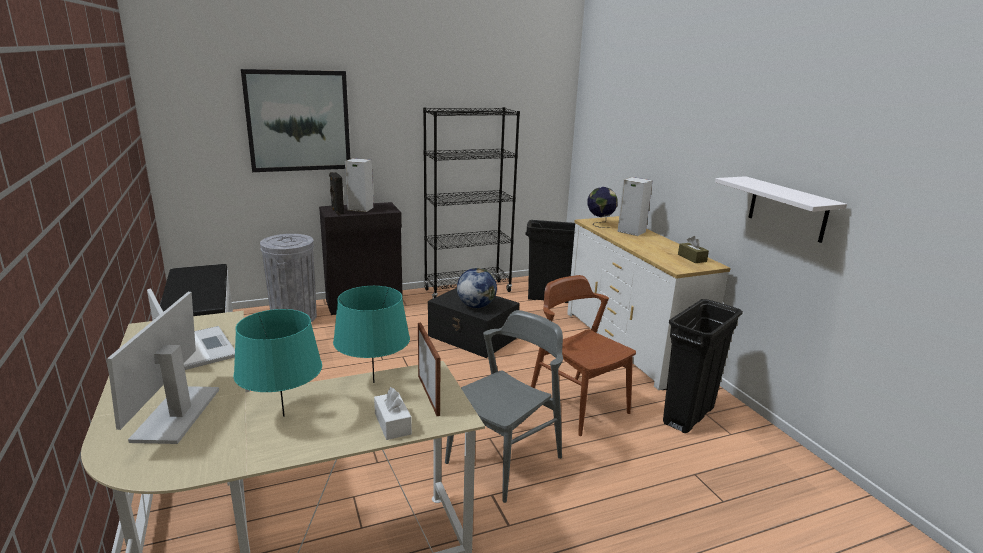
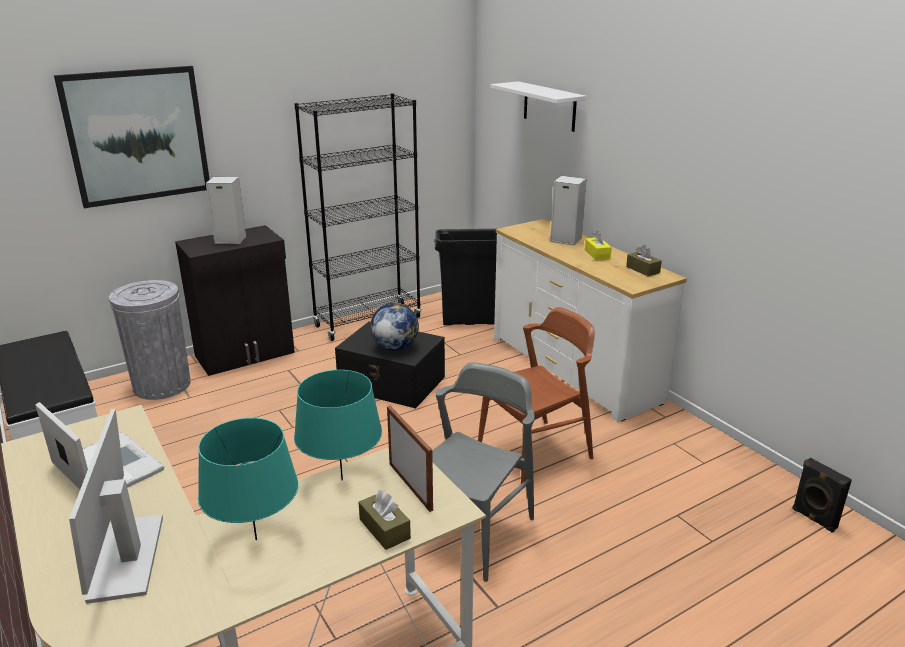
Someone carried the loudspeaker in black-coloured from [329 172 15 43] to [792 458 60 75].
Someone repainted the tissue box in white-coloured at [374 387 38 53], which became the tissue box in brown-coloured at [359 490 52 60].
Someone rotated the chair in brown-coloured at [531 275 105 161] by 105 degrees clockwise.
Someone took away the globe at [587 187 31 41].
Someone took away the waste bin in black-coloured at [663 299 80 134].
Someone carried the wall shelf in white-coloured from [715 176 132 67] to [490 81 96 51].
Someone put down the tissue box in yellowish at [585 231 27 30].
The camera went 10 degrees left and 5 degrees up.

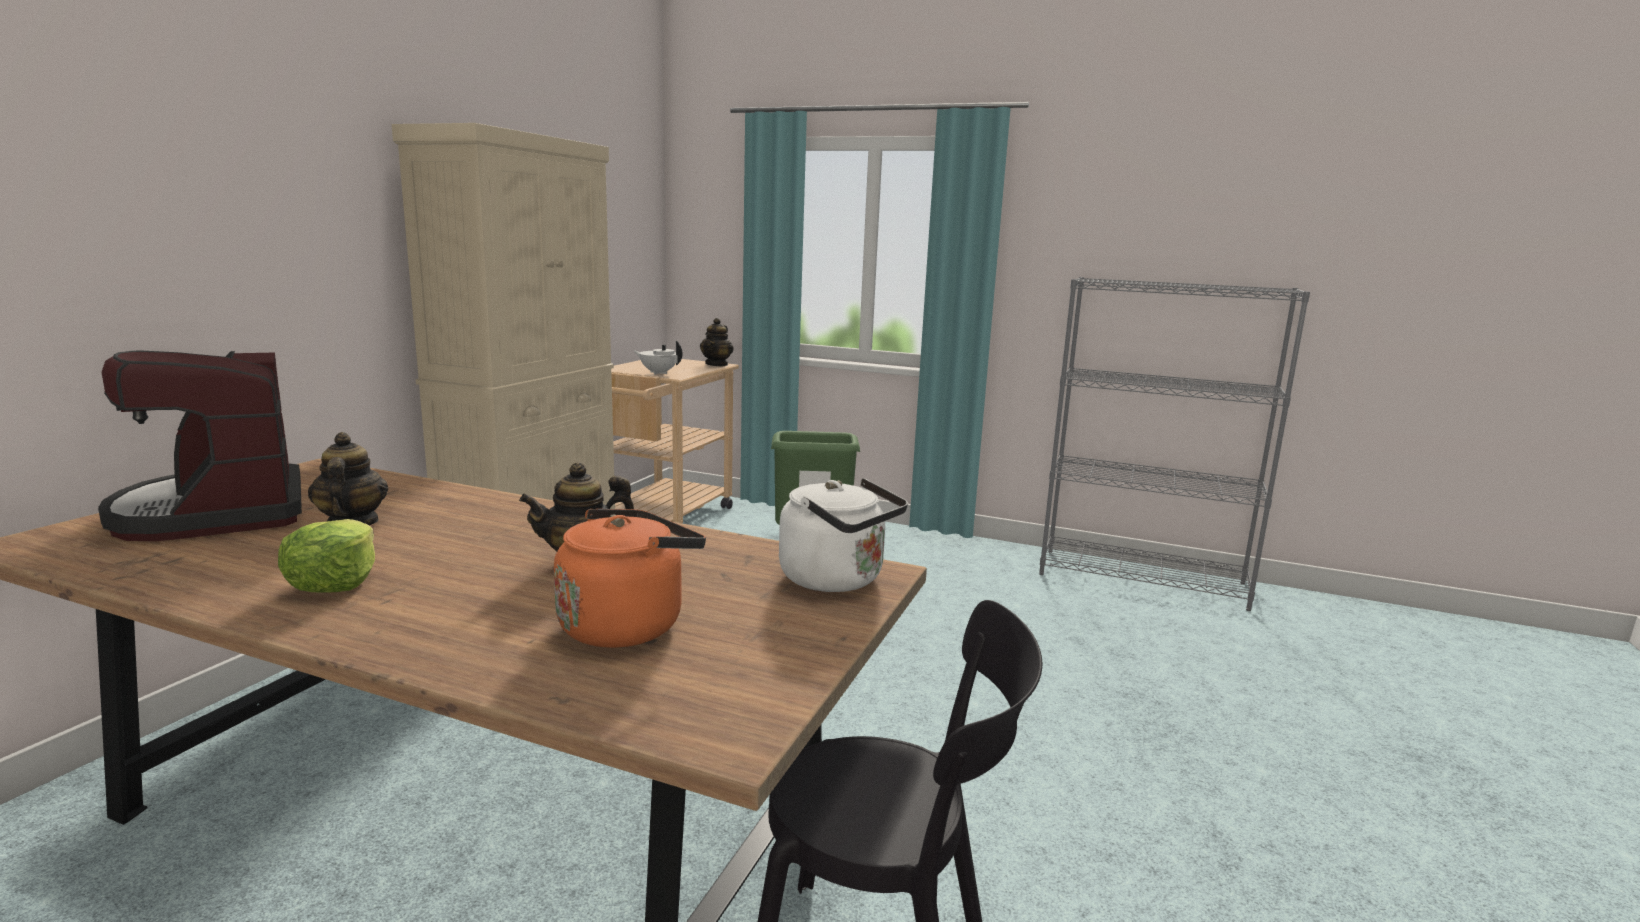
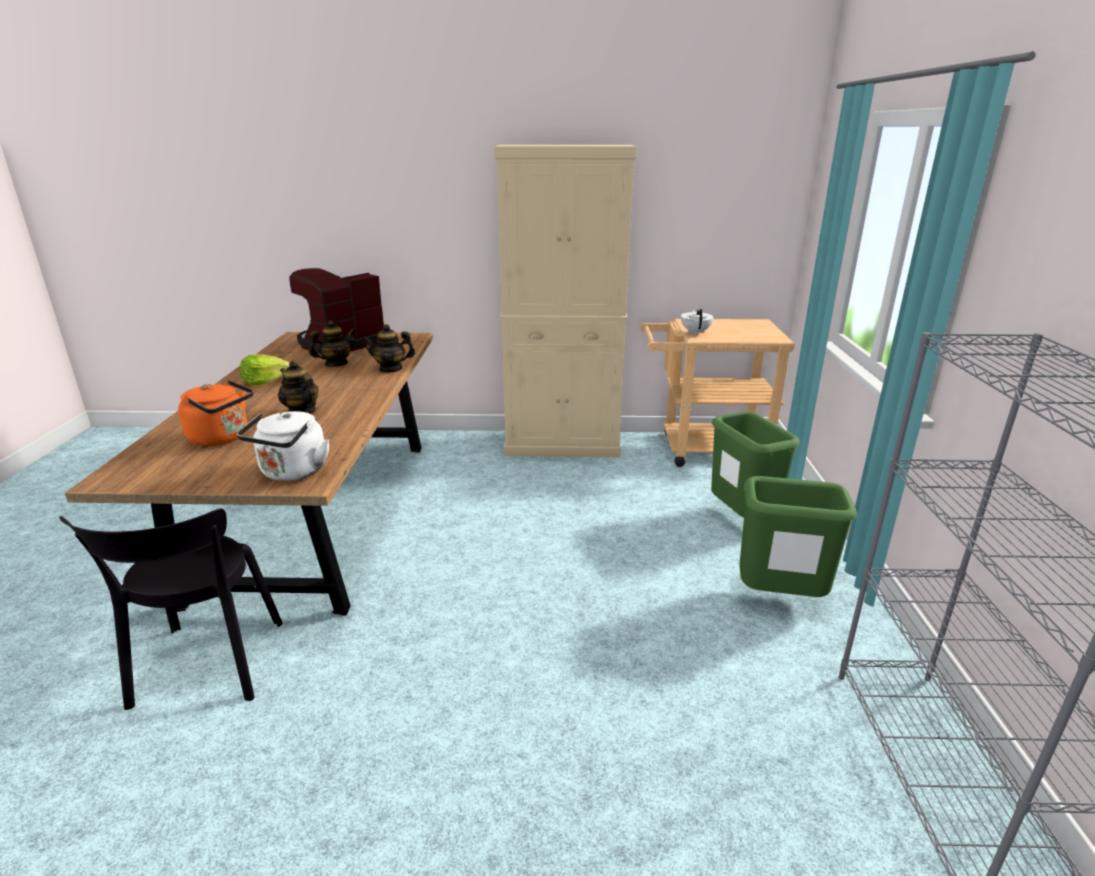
Someone carried the pot for tea from [700 318 34 48] to [363 324 52 49].
Someone put down the waste bin in greenish at [739 476 118 121].
The camera went 70 degrees right and 10 degrees up.

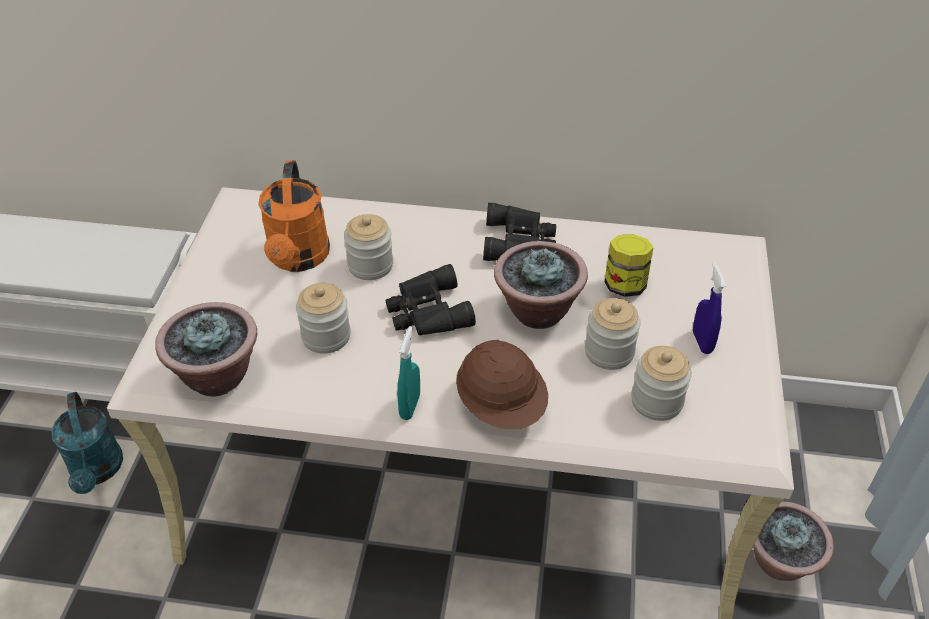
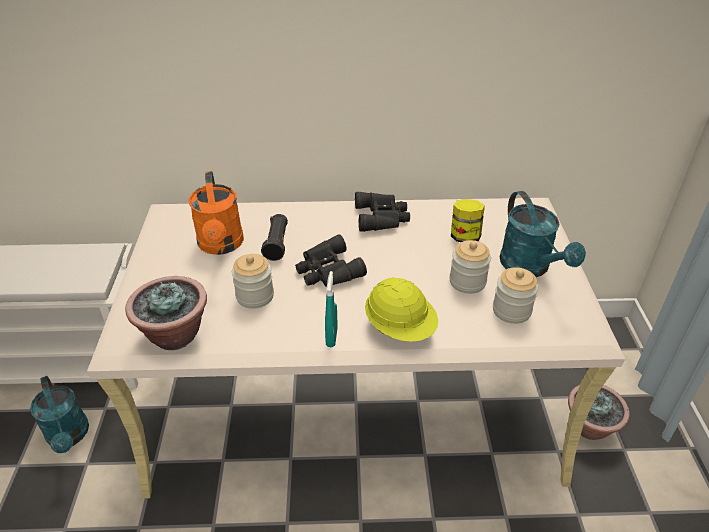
Someone swapped the storage jar at [344 214 49 66] for the torch in black-coloured at [261 214 27 47].
Someone repainted the safety helmet in brown-coloured at [456 340 92 89], which became the safety helmet in yellowish at [365 277 73 65].
Someone took away the plant in a pot at [494 241 94 88].
Someone swapped the sprayer in bluish at [693 263 33 91] for the watering can in turquoise at [500 191 86 86].
The camera went 10 degrees left and 5 degrees down.

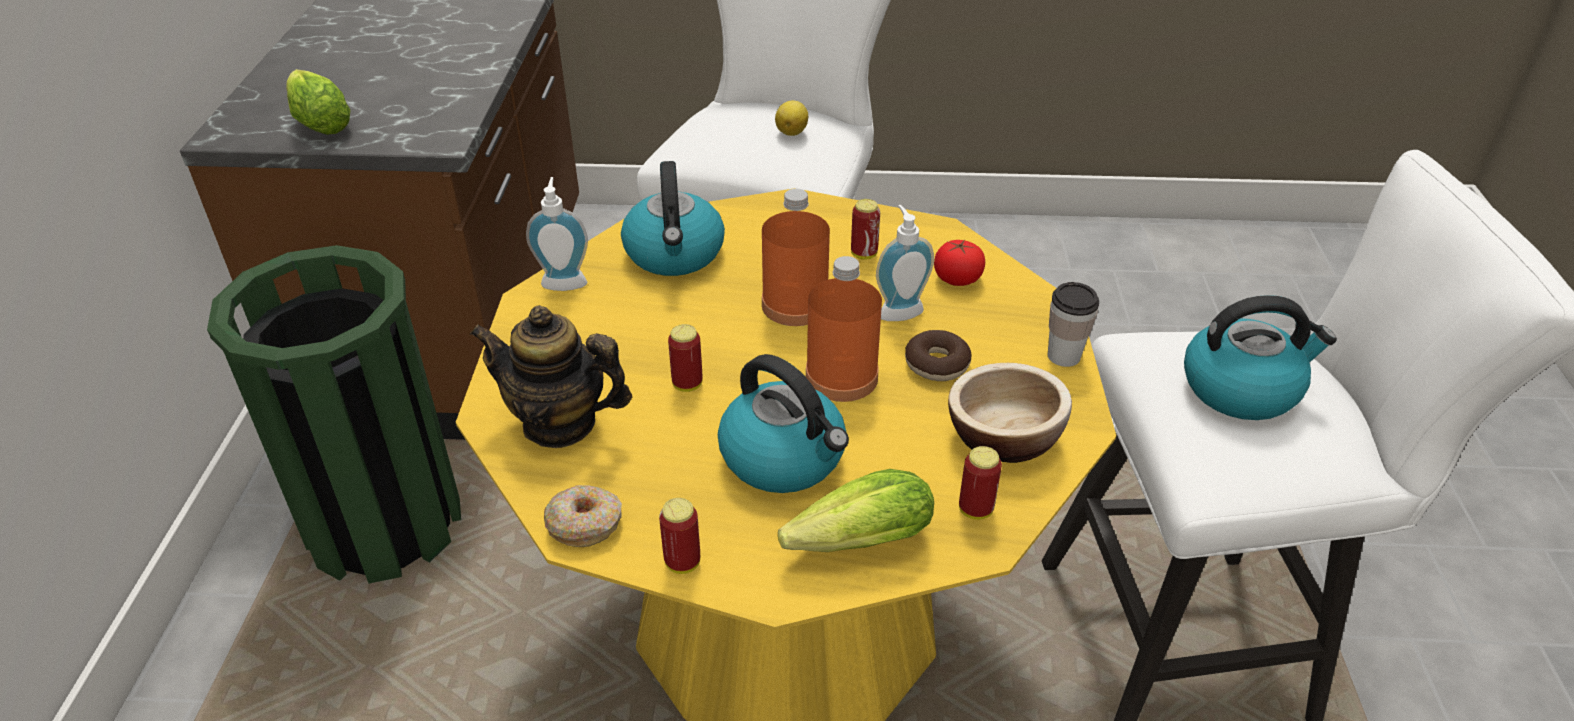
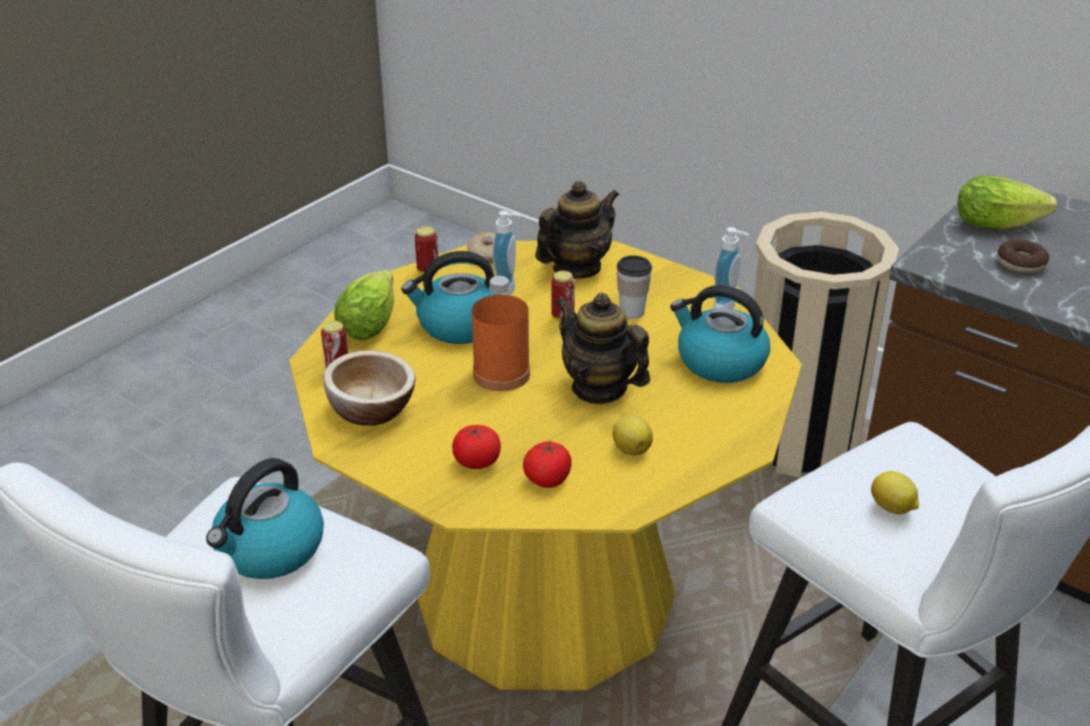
Someone repainted the waste bin in greenish at [207 245 254 339], which became the waste bin in sand-coloured at [754 212 145 266].
Someone swapped the bottle in orangey at [762 189 68 137] for the pot for tea at [555 293 95 111].
Someone swapped the can at [851 199 29 60] for the citrus fruit at [613 415 40 41].
Someone carried the soap dispenser from [876 205 58 116] to [493 211 29 84].
Someone carried the doughnut from [905 330 67 51] to [997 239 52 34].
Someone carried the cup from [1048 282 51 85] to [617 255 35 64].
Someone put down the fresh tomato at [452 424 49 45].
The camera went 125 degrees right and 5 degrees down.

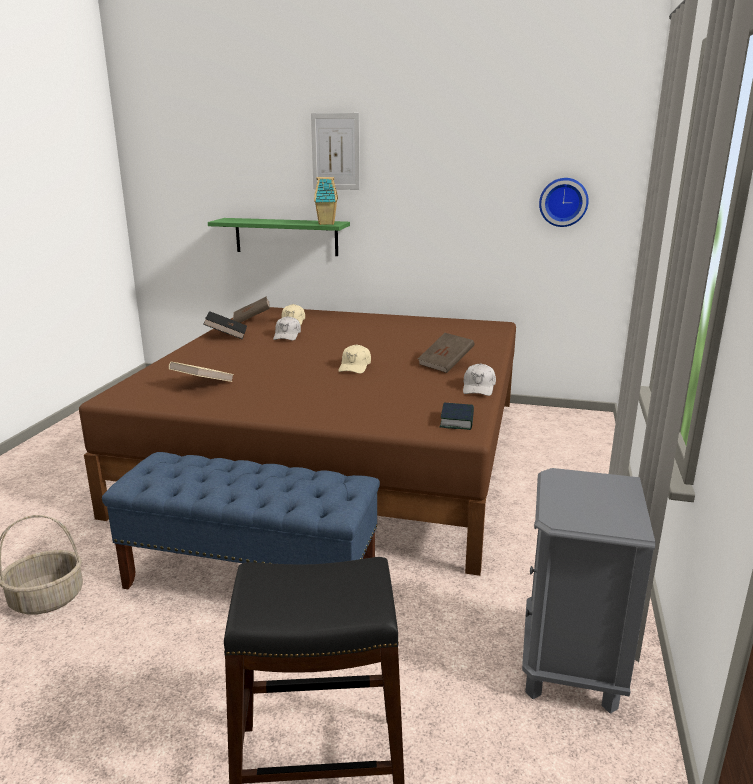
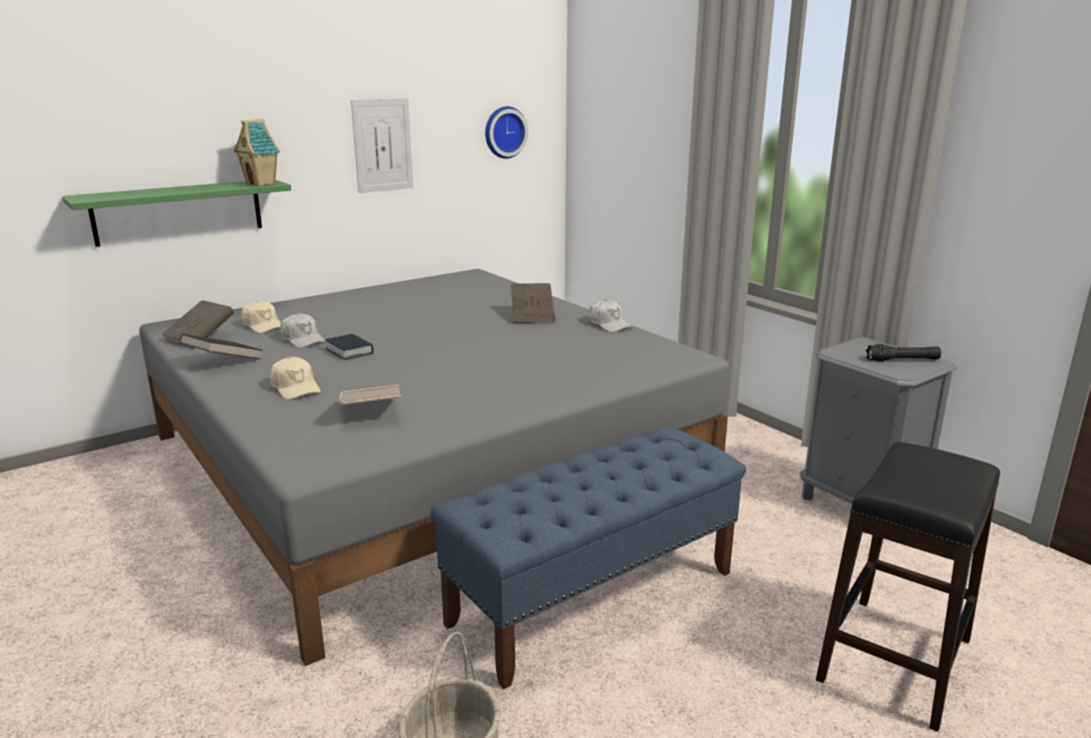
Someone repainted the sleeping bed in brown-coloured at [79 307 437 269], which became the sleeping bed in grey at [139 269 590 397].
Someone carried the wall picture from [311 113 49 77] to [351 98 62 95].
Someone carried the baseball cap in sand-coloured from [338 344 33 30] to [270 357 51 43].
Someone carried the volume from [440 403 34 27] to [325 334 48 26].
Someone put down the torch in black-coloured at [866 344 75 18].
The camera went 50 degrees left and 0 degrees up.

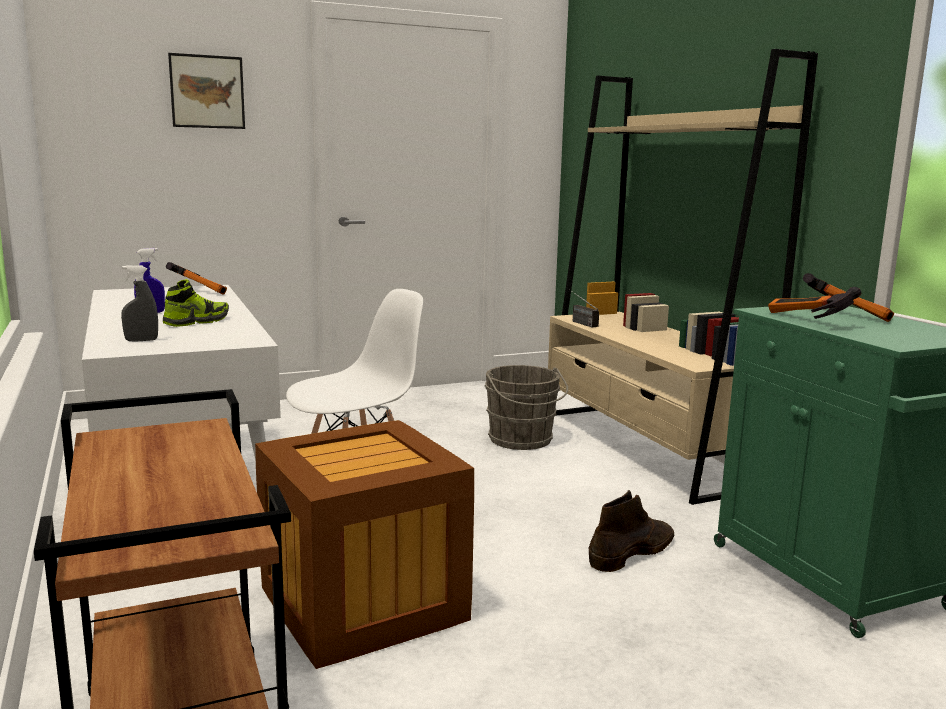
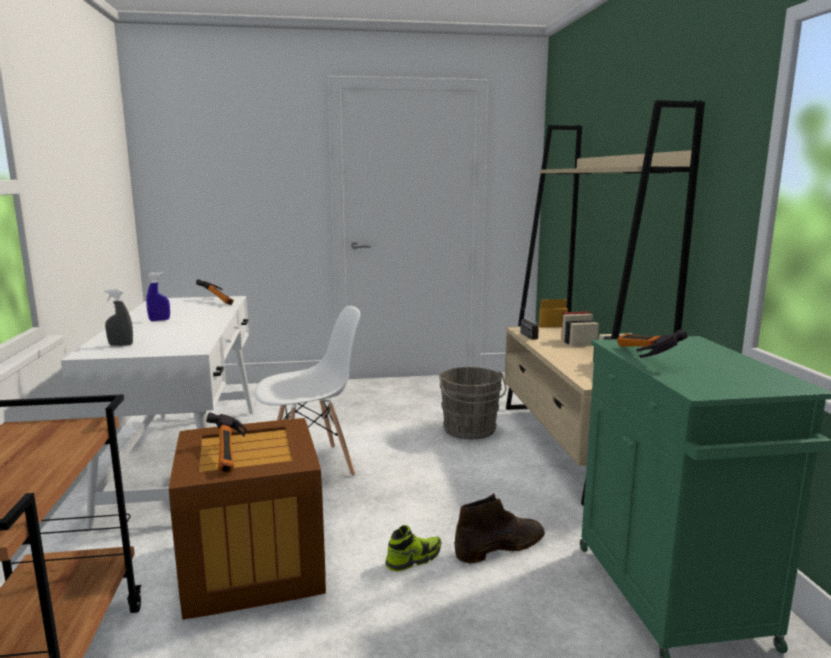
Someone carried the item of footwear from [163 279 66 48] to [385 525 56 46].
Someone took away the wall picture at [168 53 77 76].
Someone carried the hand hammer from [803 273 91 49] to [206 412 41 61].
The camera went 15 degrees right and 0 degrees up.

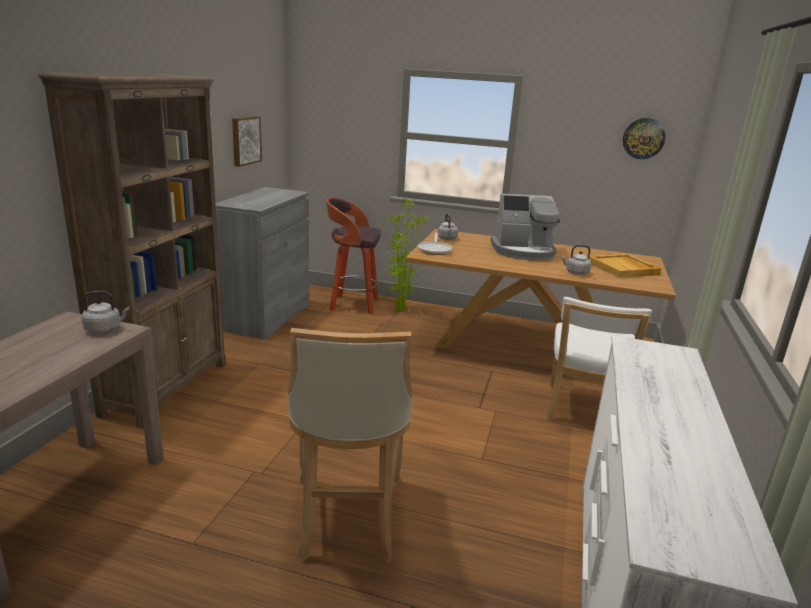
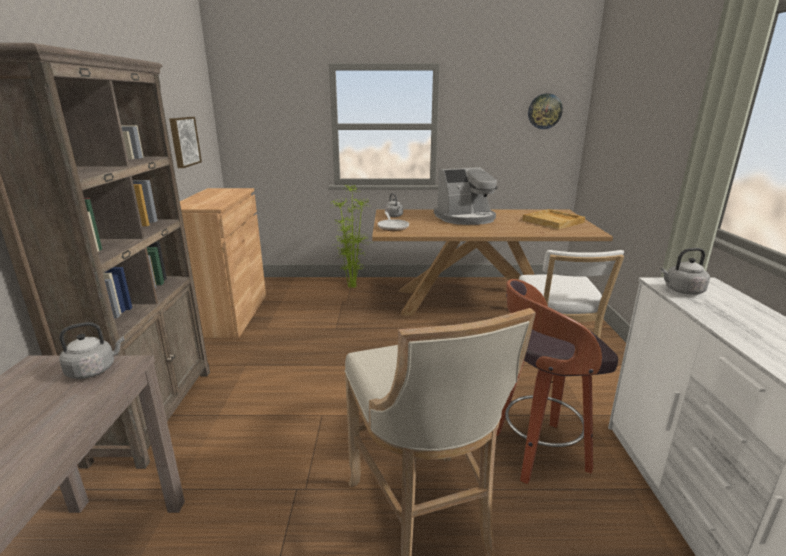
Someone repainted the cupboard in grey at [215 187 94 152], which became the cupboard in brown-coloured at [180 188 86 150].
Someone carried the stool seat from [326 197 55 117] to [496 279 122 205].
Someone carried the tea kettle in grey from [561 245 30 30] to [660 248 50 47].
The camera went 15 degrees left and 0 degrees up.

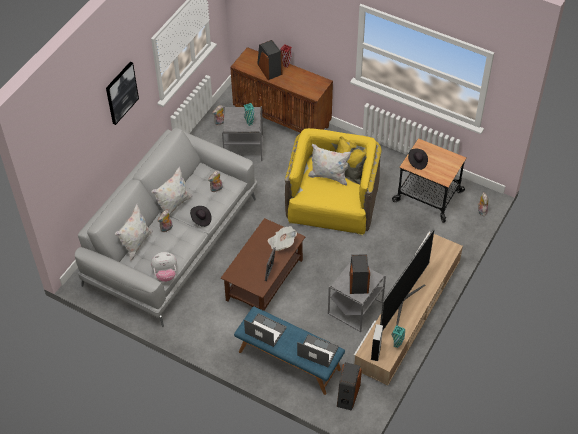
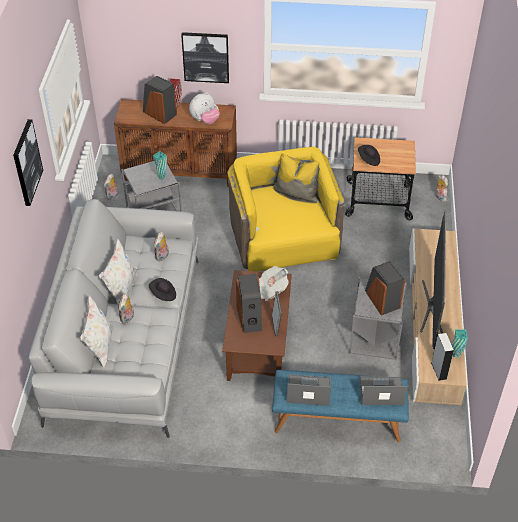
Someone carried the plush toy from [151 252 26 30] to [189 92 31 32].
Someone took away the throw pillow in white-coloured at [308 144 43 42].
Someone carried the loudspeaker from [337 362 25 49] to [236 274 26 59].
Someone put up the wall picture at [181 32 48 51].
The camera went 25 degrees left and 5 degrees down.

